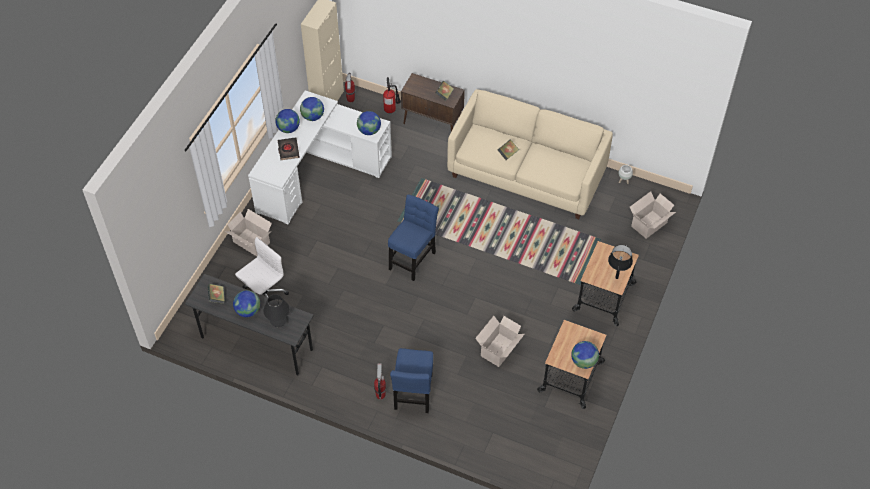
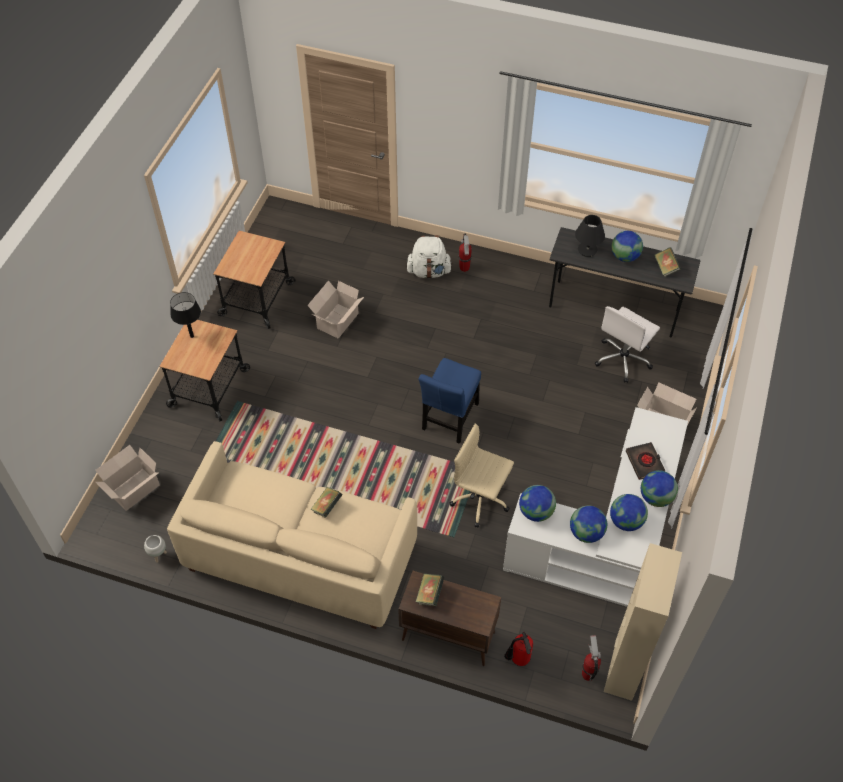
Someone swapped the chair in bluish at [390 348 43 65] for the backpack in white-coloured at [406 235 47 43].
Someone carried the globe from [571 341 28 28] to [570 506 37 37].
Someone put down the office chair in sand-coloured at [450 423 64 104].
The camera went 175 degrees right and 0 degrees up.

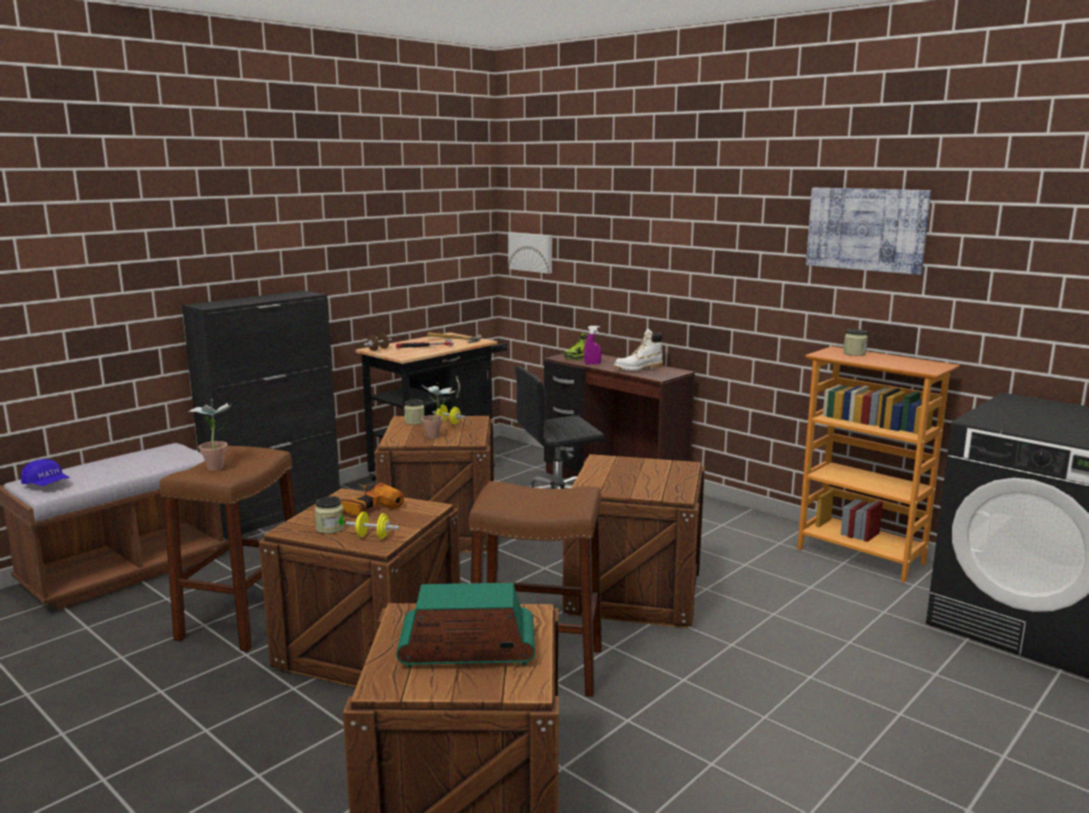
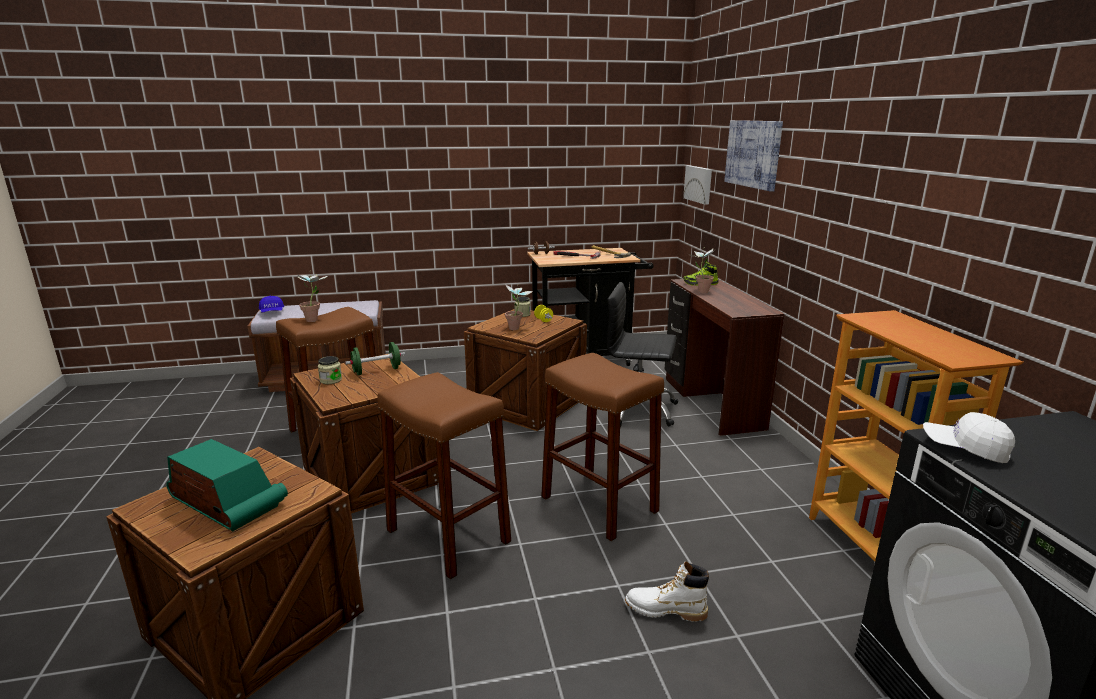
Someone took away the cupboard in black-coloured at [182 291 158 248].
Someone swapped the power drill at [341 483 63 33] for the free weight in greenish at [345 342 60 33].
Someone took away the free weight in yellowish at [346 512 53 27].
Someone swapped the shipping crate at [563 454 142 174] for the stool seat in brown-coloured at [541 353 123 188].
Someone swapped the sprayer in purple at [584 326 17 39] for the plant in a pot at [688 247 27 46].
Someone carried the high-top boot in white-coloured from [614 328 49 43] to [625 561 84 61].
Someone carried the wall picture from [806 188 125 87] to [724 120 59 72].
Someone took away the storage jar at [843 329 25 27].
Someone put down the baseball cap in white-coloured at [923 412 92 51].
The camera went 35 degrees right and 5 degrees up.

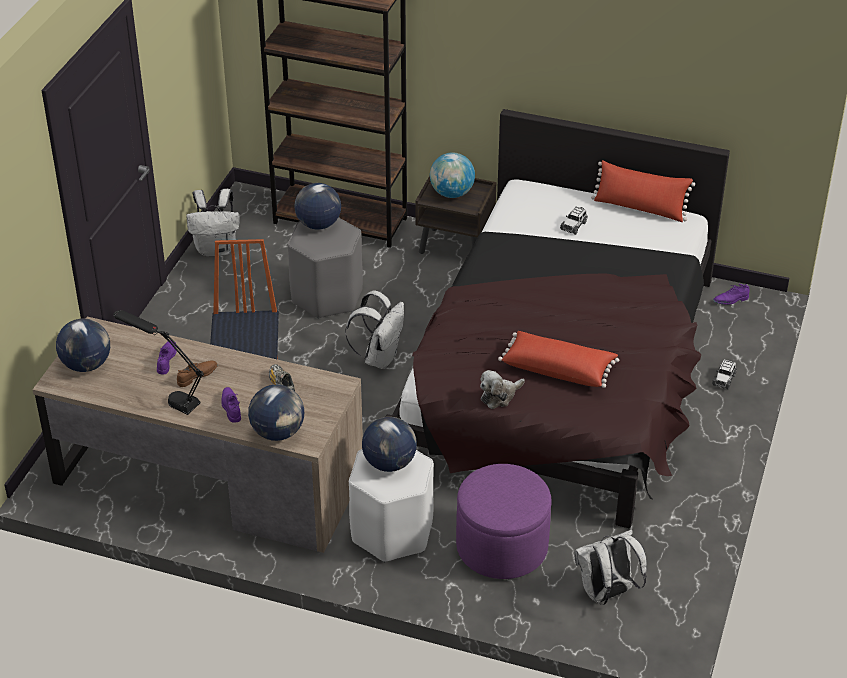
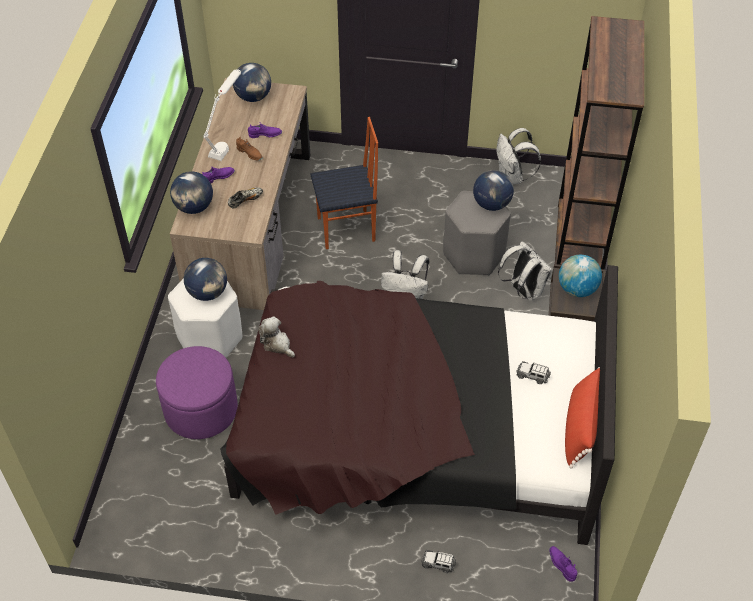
Someone repainted the tabletop lamp in black-coloured at [114 310 90 105], which became the tabletop lamp in white-coloured at [203 69 38 92].
Someone took away the throw pillow in red at [498 331 121 57].
Someone carried the backpack in white-coloured from [575 530 72 75] to [498 241 55 60].
The camera went 80 degrees right and 10 degrees up.

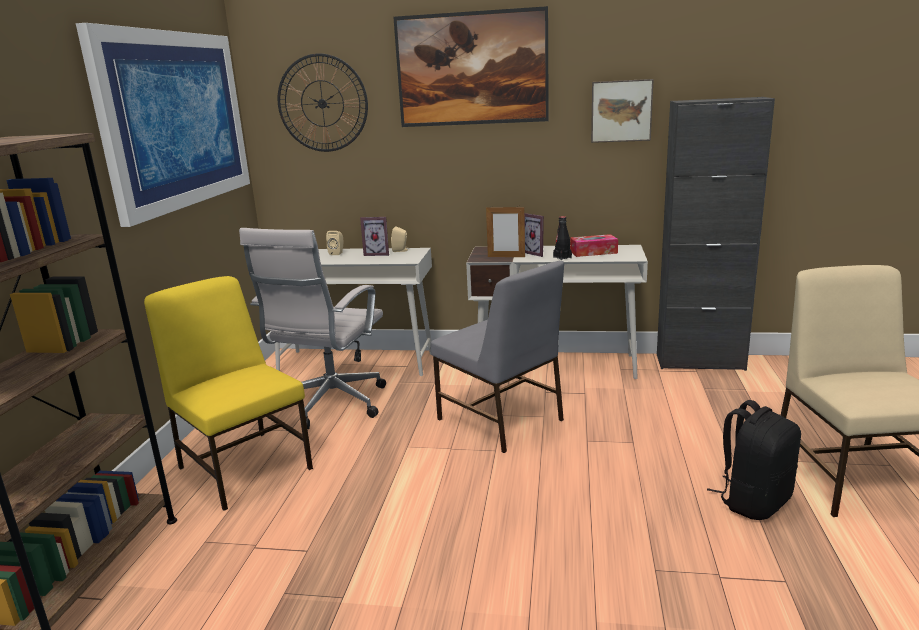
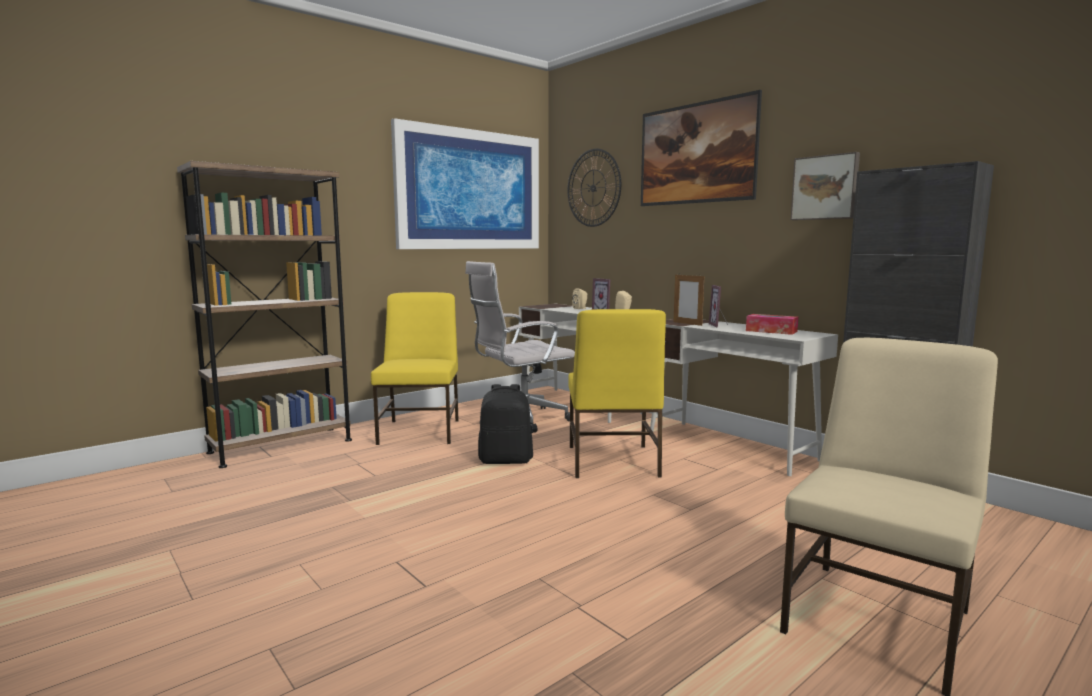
Someone repainted the chair in grey at [431 261 133 192], which became the chair in yellowish at [568 309 98 169].
Someone took away the bottle in black-coloured at [553 216 19 44].
Someone carried the backpack in black-coloured from [707 400 94 120] to [478 384 55 80].
The camera went 40 degrees right and 10 degrees down.

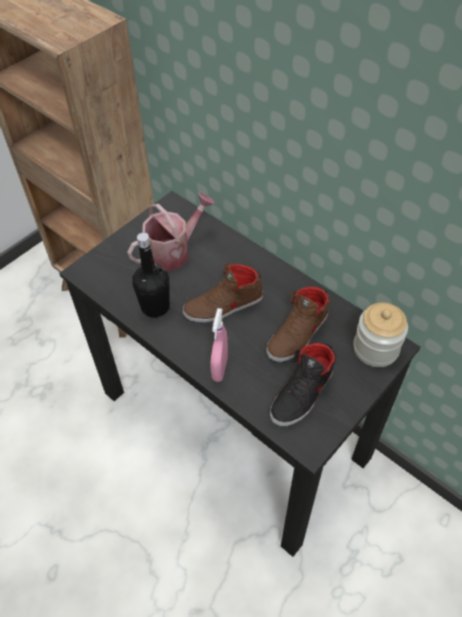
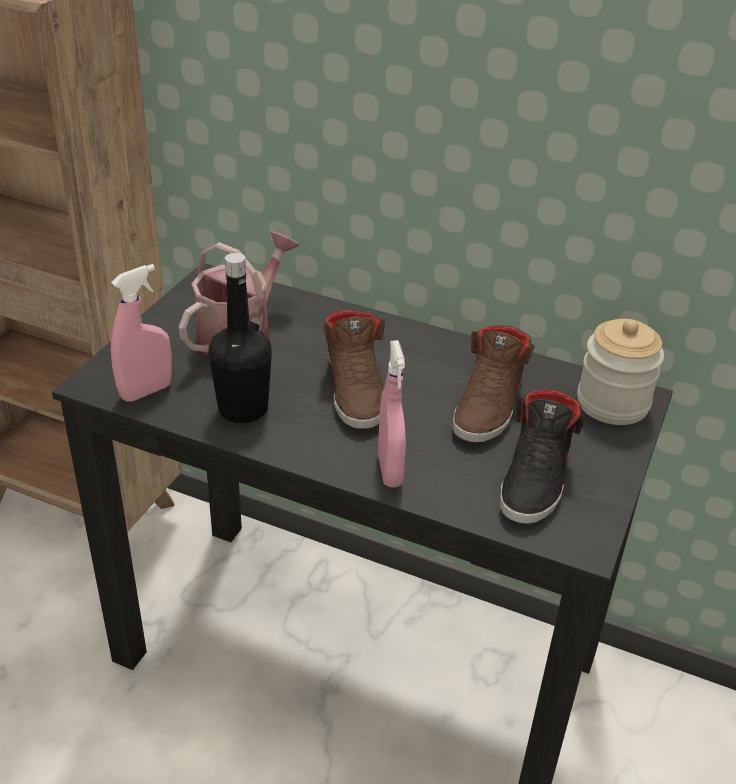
Someone rotated the item of footwear in brown-coloured at [183 263 80 60] by 60 degrees counterclockwise.
Someone put down the sprayer in pink at [111 264 61 138].
The camera went 20 degrees left and 15 degrees down.

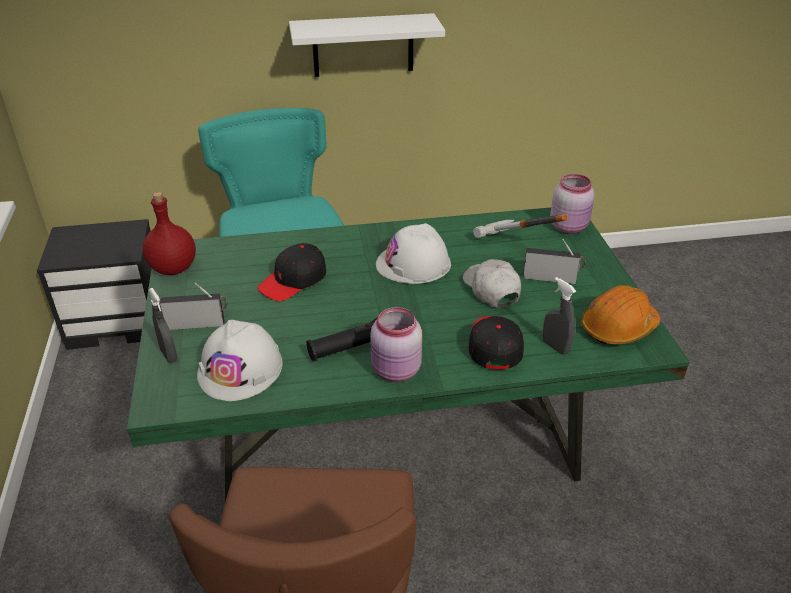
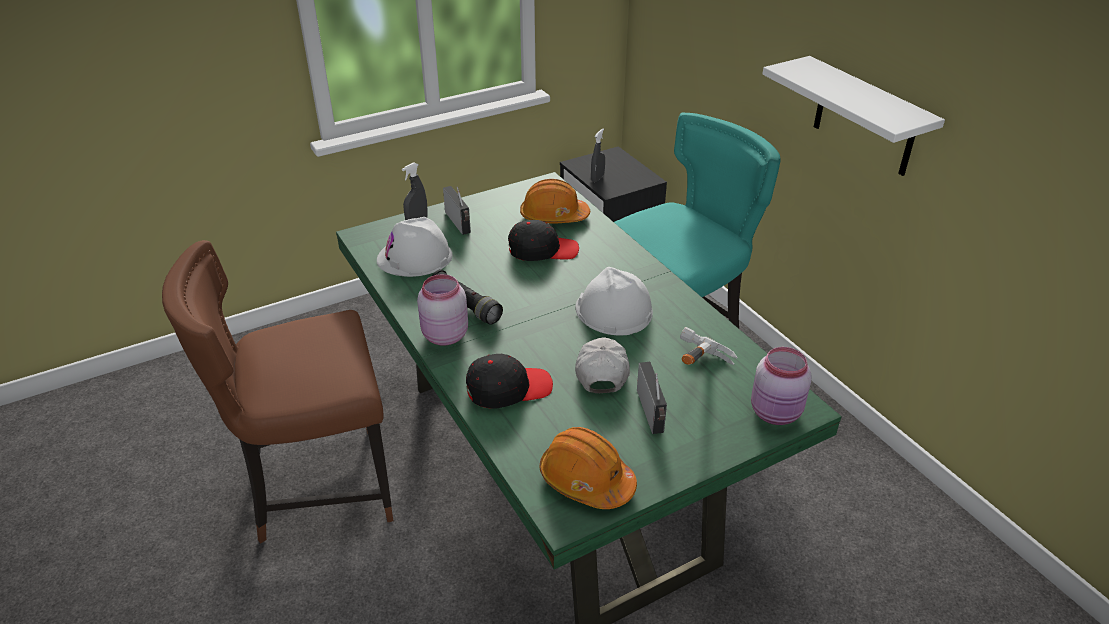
Someone took away the bottle in red at [143 192 53 83].
Someone rotated the baseball cap in black-coloured at [257 243 69 58] by 150 degrees clockwise.
Someone rotated the baseball cap in white-coloured at [463 259 58 49] by 45 degrees counterclockwise.
Someone carried the sprayer in grey from [543 277 33 78] to [591 129 14 53].
Someone put down the safety helmet in orangey at [520 179 70 44].
The camera went 70 degrees right and 0 degrees up.

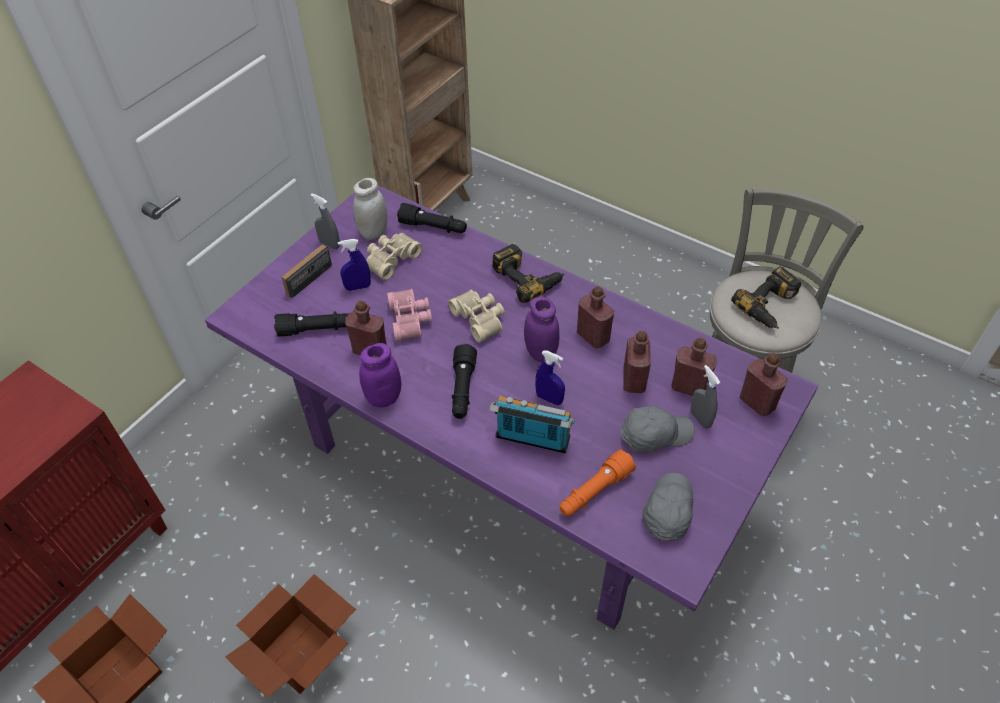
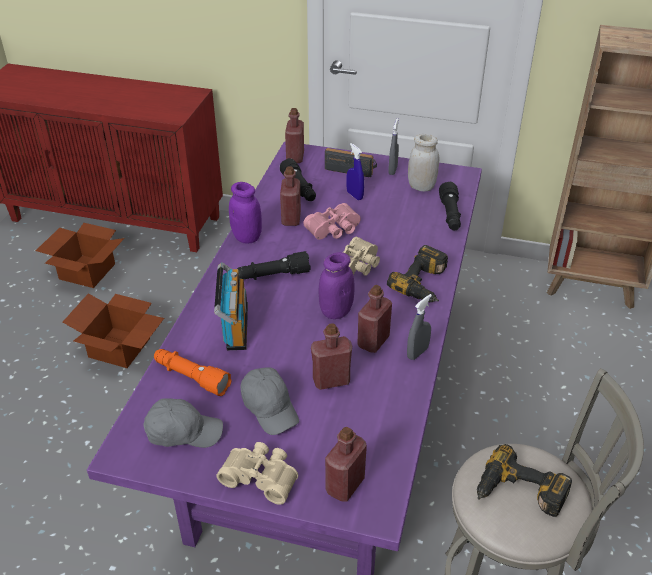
Someone carried the pair of binoculars in sand-coloured from [366 233 56 47] to [217 442 81 63].
Someone took away the sprayer in bluish at [535 350 30 55].
Someone carried the bottle in red from [671 338 46 58] to [285 108 19 55].
Someone carried the sprayer in grey from [691 365 29 64] to [407 294 25 66].
The camera went 70 degrees right and 10 degrees down.

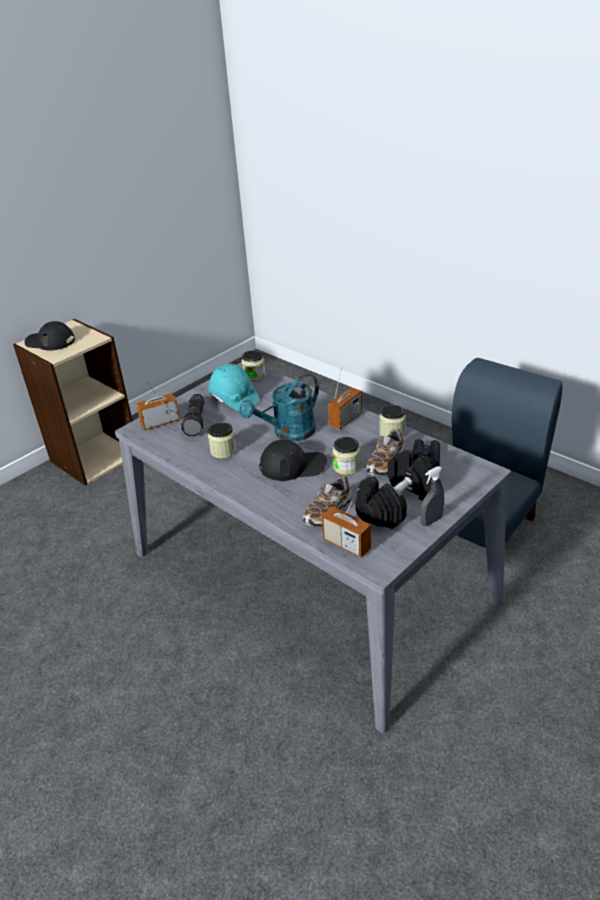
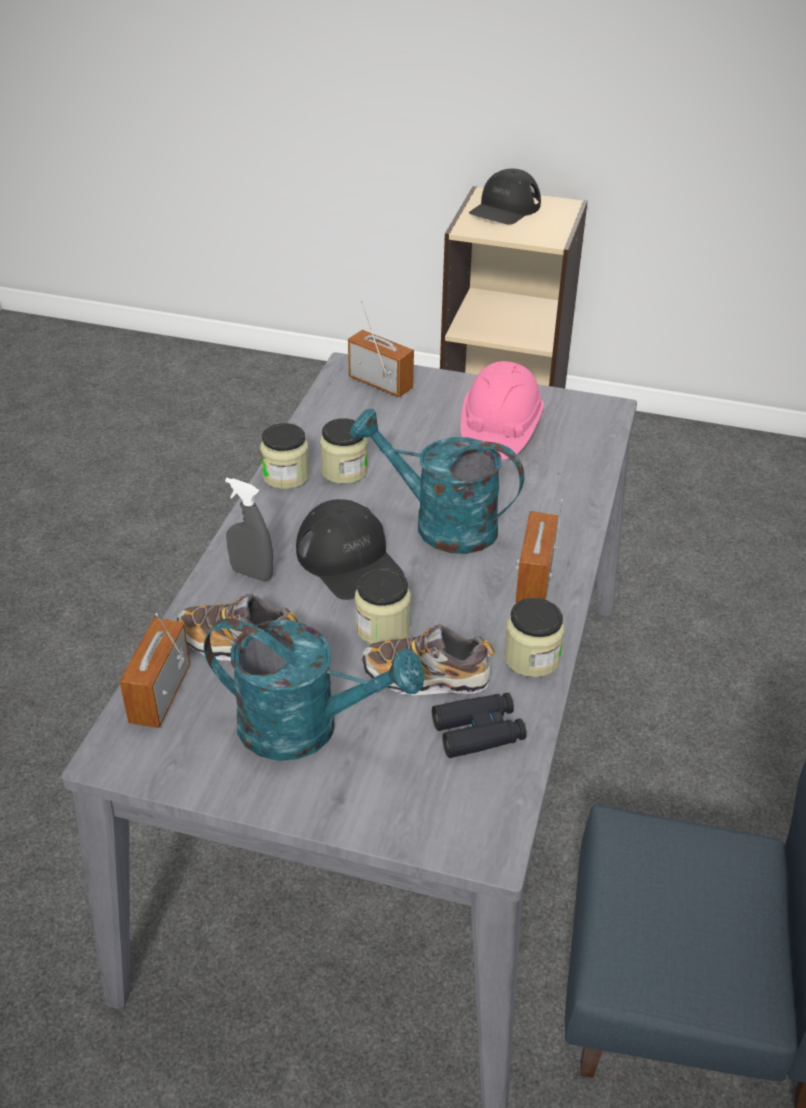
Someone rotated the baseball cap in black-coloured at [25 321 50 30] by 135 degrees counterclockwise.
Someone took away the torch at [181 394 23 43].
Someone repainted the safety helmet in turquoise at [208 364 51 47], which became the safety helmet in pink at [461 361 83 98].
Someone carried the storage jar from [241 350 25 31] to [260 423 50 66].
Someone rotated the radio set at [328 366 34 63] by 90 degrees clockwise.
Someone swapped the free weight in black-coloured at [355 450 81 79] for the watering can in turquoise at [204 618 220 143].
Someone carried the sprayer in grey from [420 466 24 60] to [225 478 48 104].
The camera went 60 degrees right and 5 degrees up.

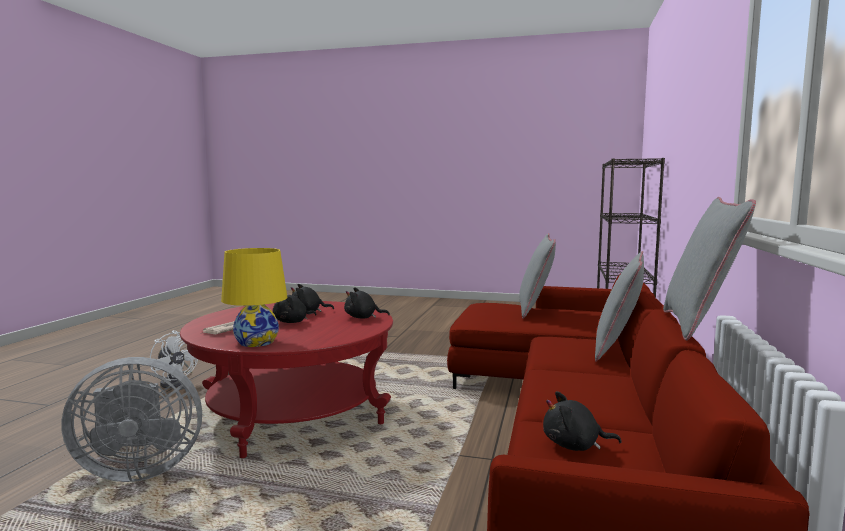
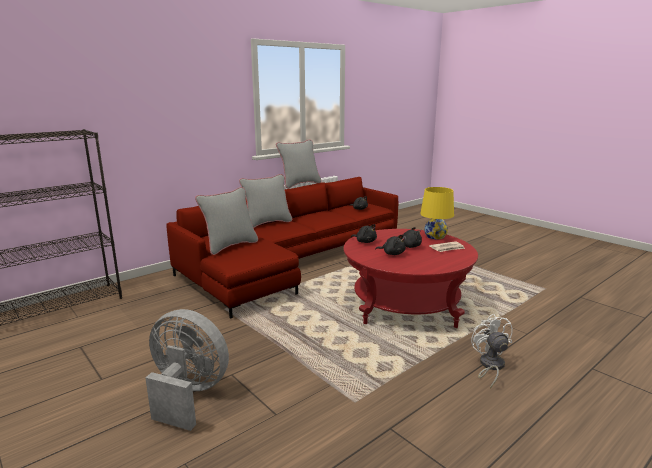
Someone carried the electric fan in grey from [61 357 141 125] to [145 309 84 122].
The camera went 145 degrees left and 10 degrees up.

